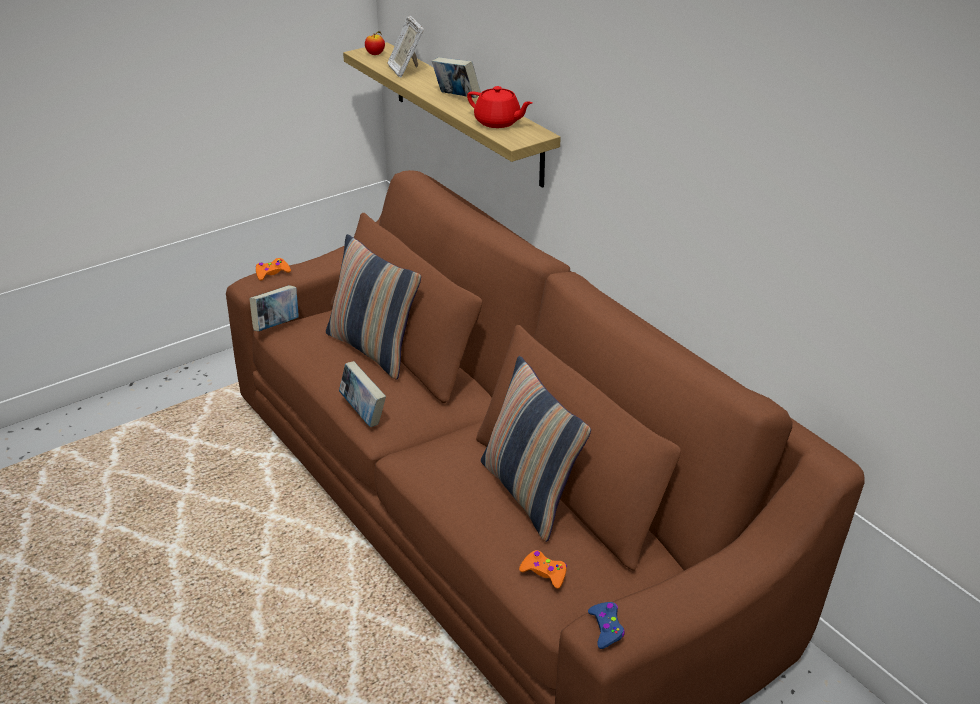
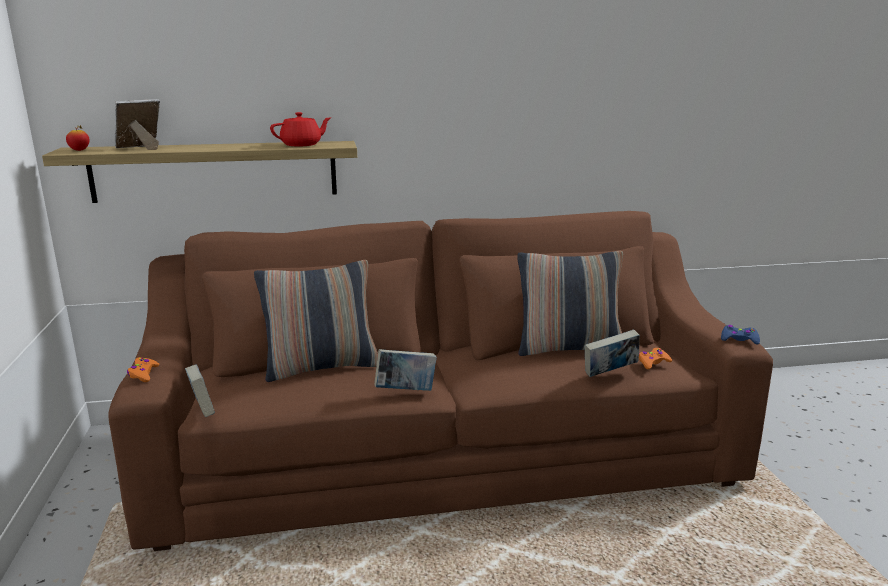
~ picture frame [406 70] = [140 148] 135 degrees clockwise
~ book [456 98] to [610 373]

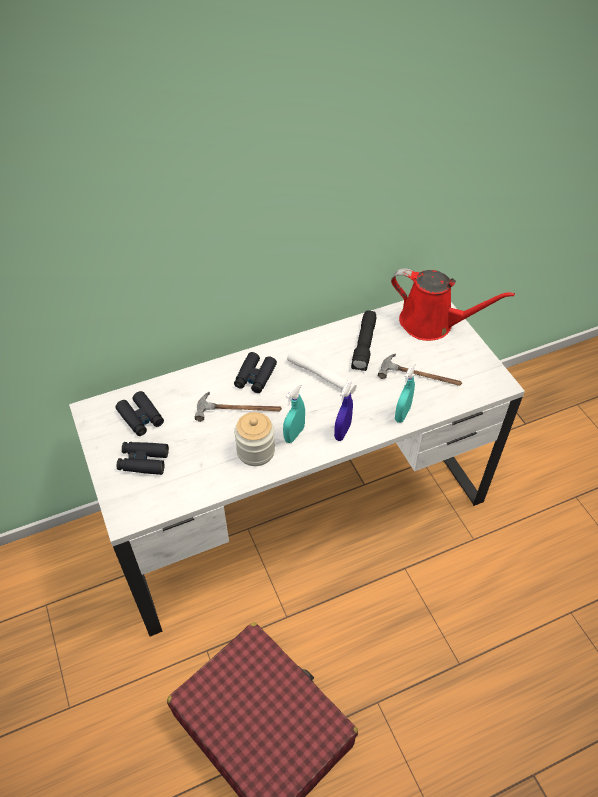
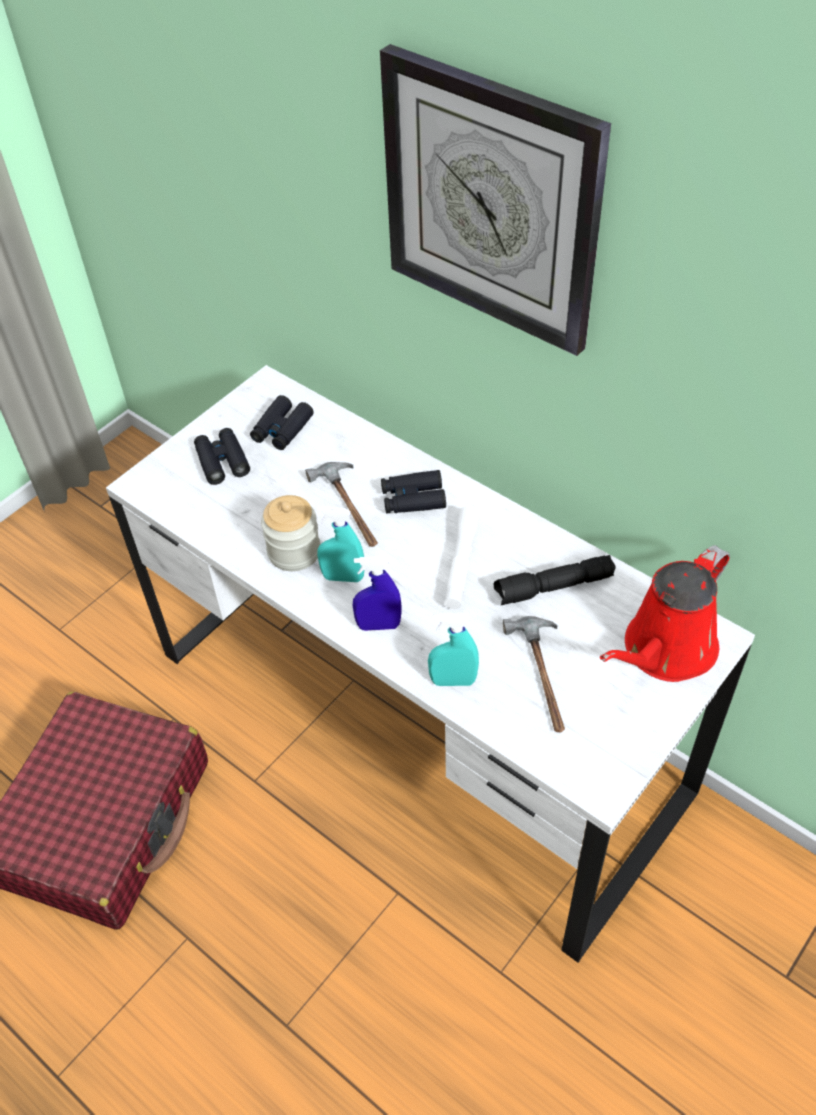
~ watering can (red-coloured) [431 323] = [664 651] 45 degrees clockwise
+ wall clock [491 202]

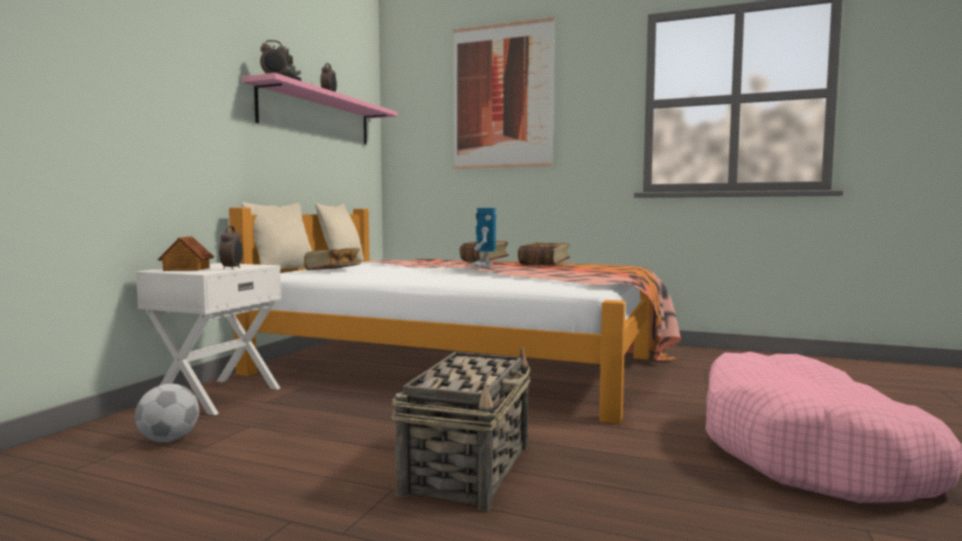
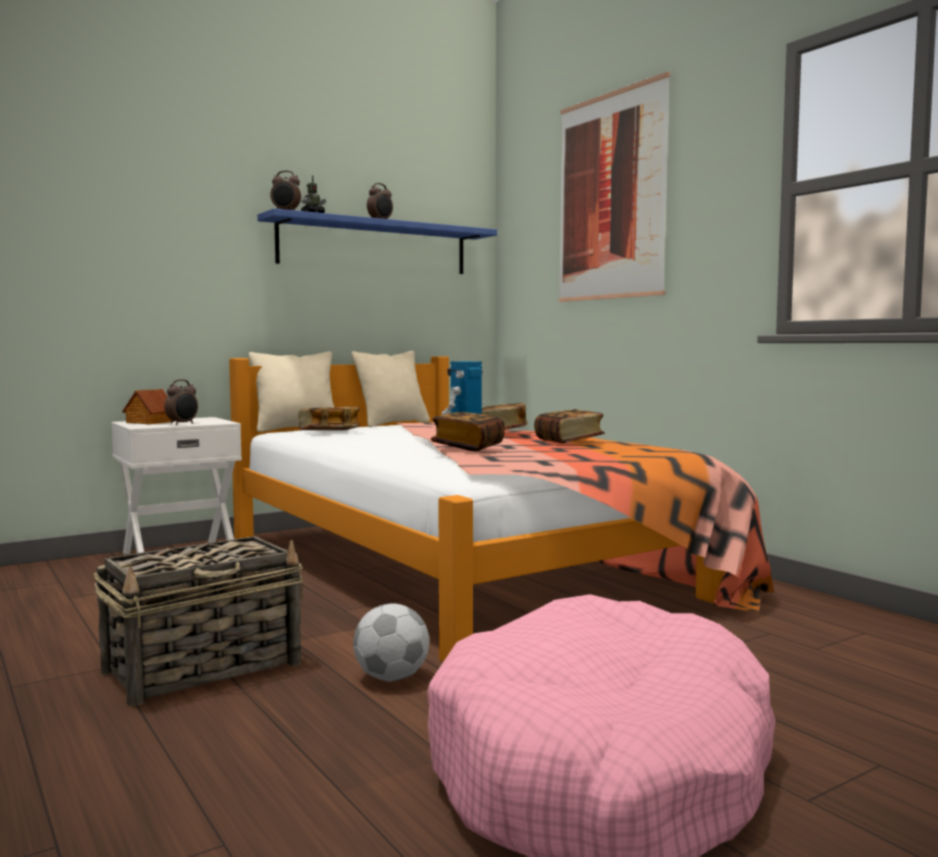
~ shelf (pinkish) [317 116] to shelf (blue) [375 247]
~ football [169 439] to [392 677]
+ book [468 447]

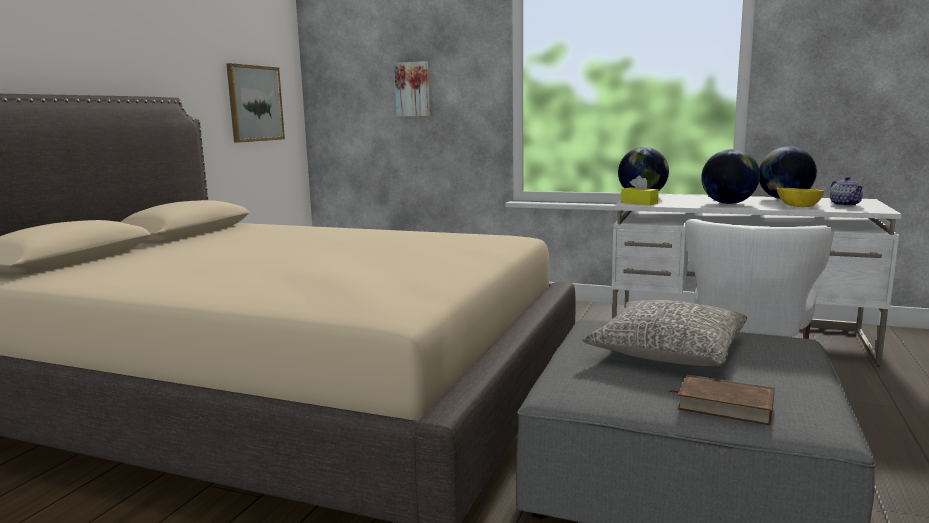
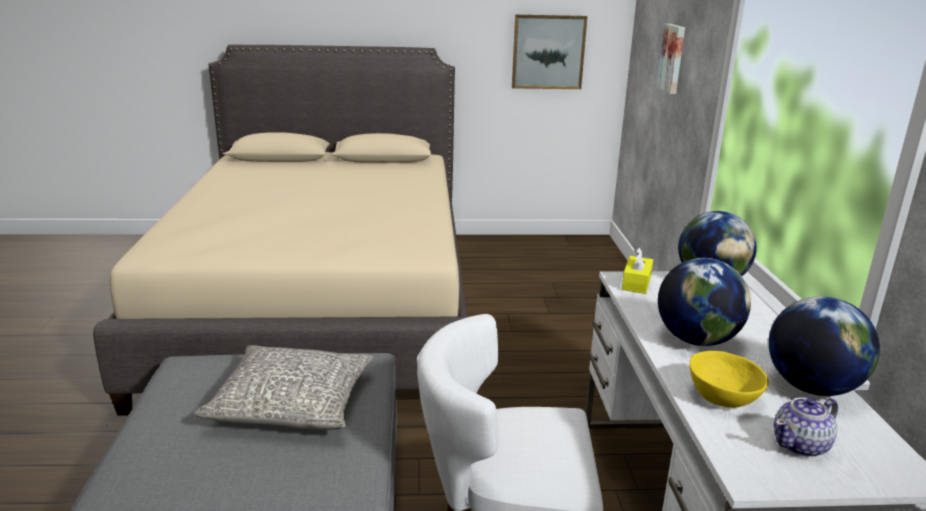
- book (brown-coloured) [725 405]

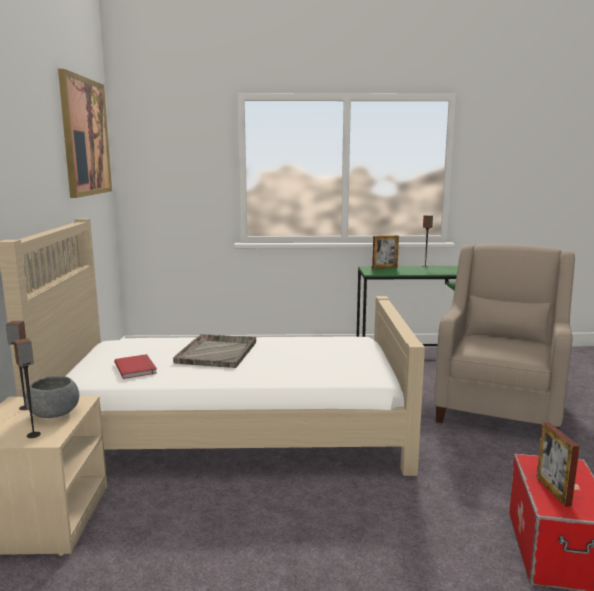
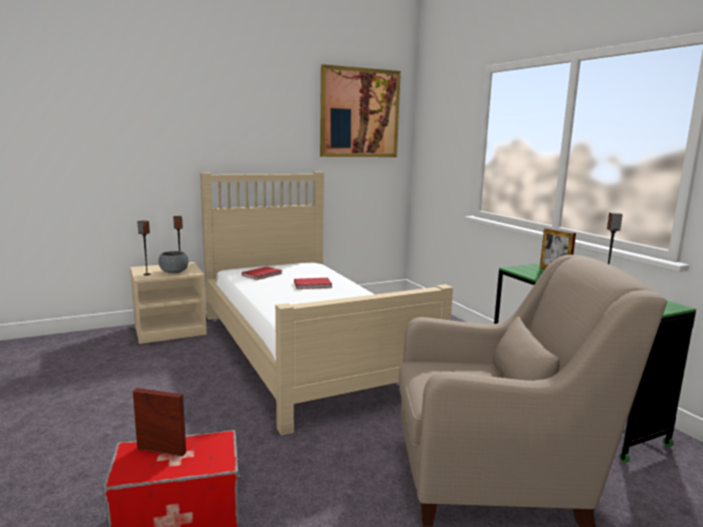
~ carrying tray (grey) [217 352] to book (red-coloured) [313 285]
~ picture frame [553 491] = [161 450] 45 degrees clockwise

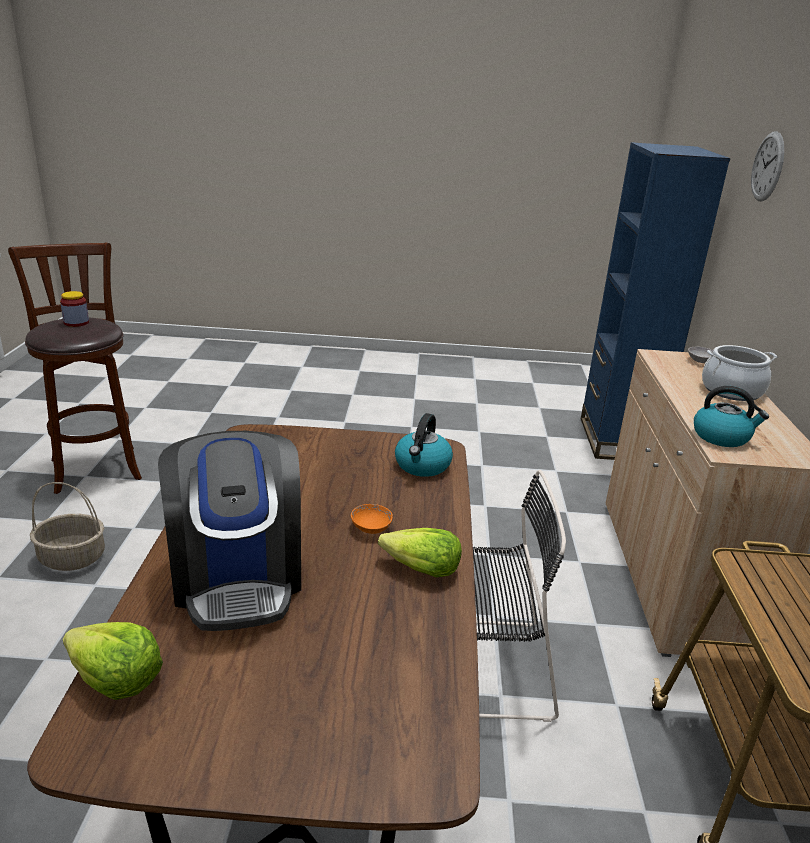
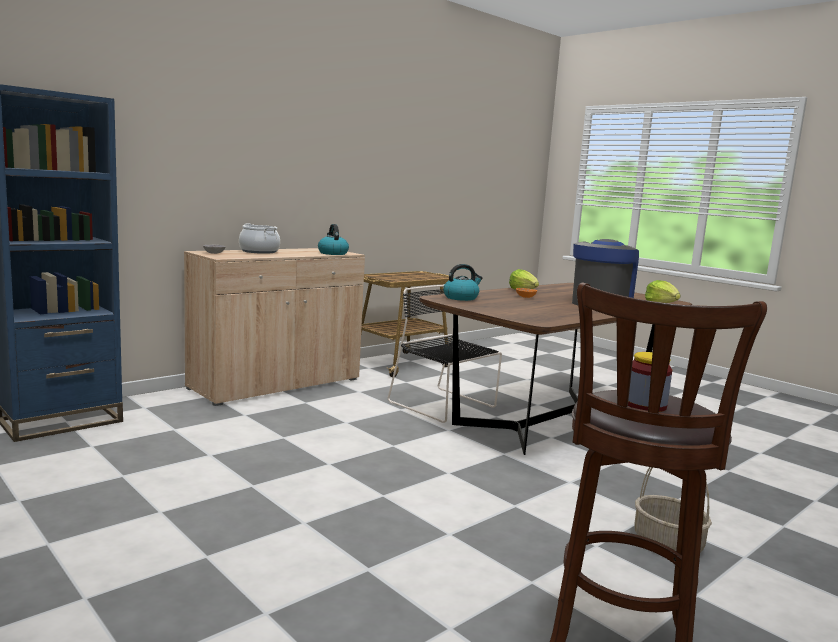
- wall clock [767 166]

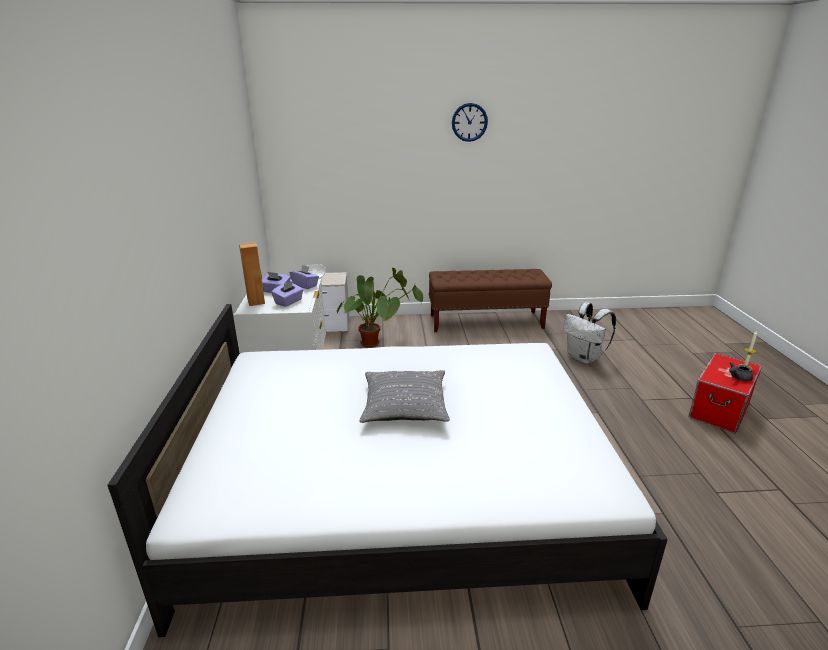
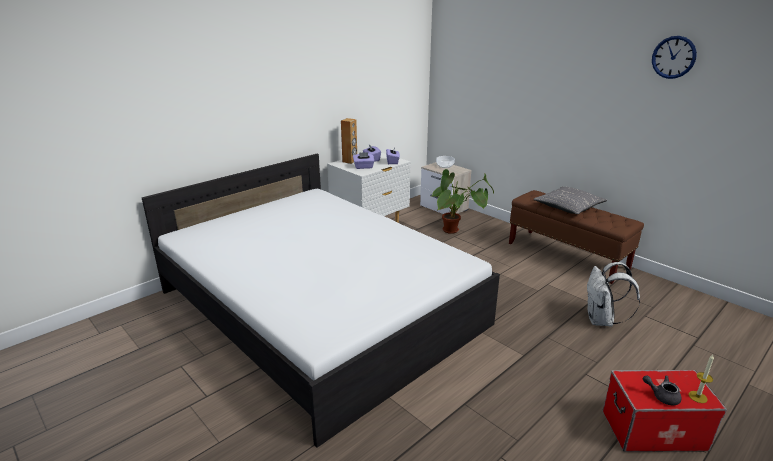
~ wall clock [469 122] to [673 57]
~ pillow (grey) [404 405] to [568 206]

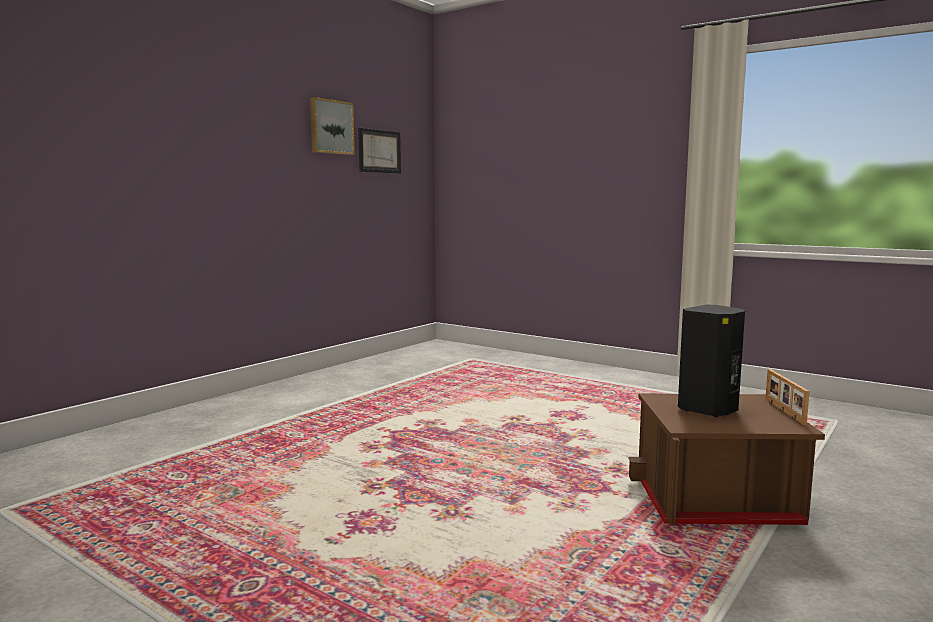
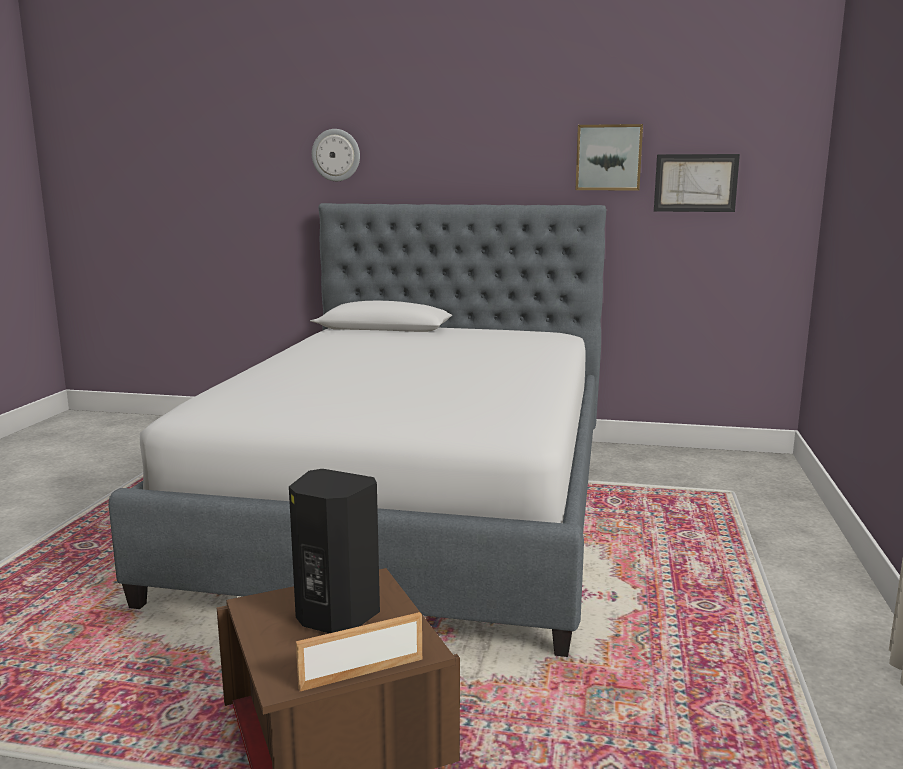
+ wall clock [336 155]
+ bedroom bed [414 507]

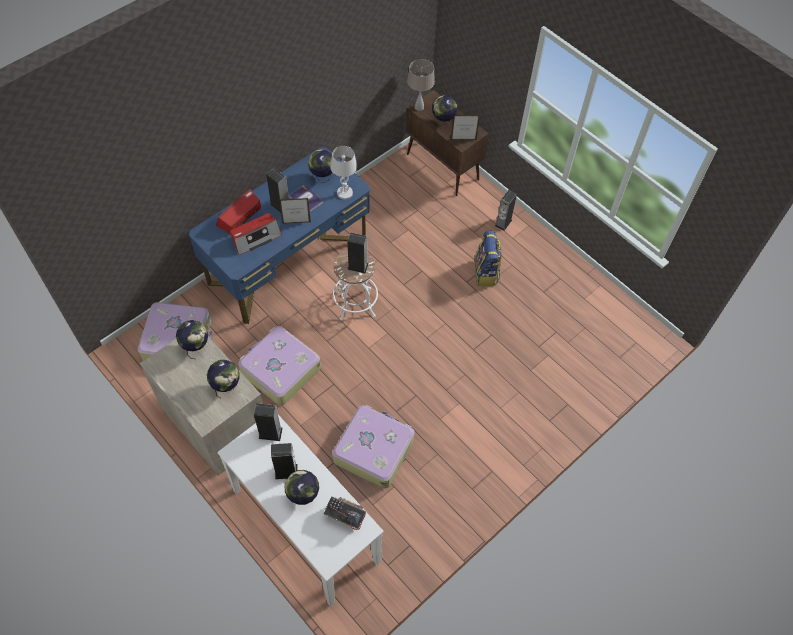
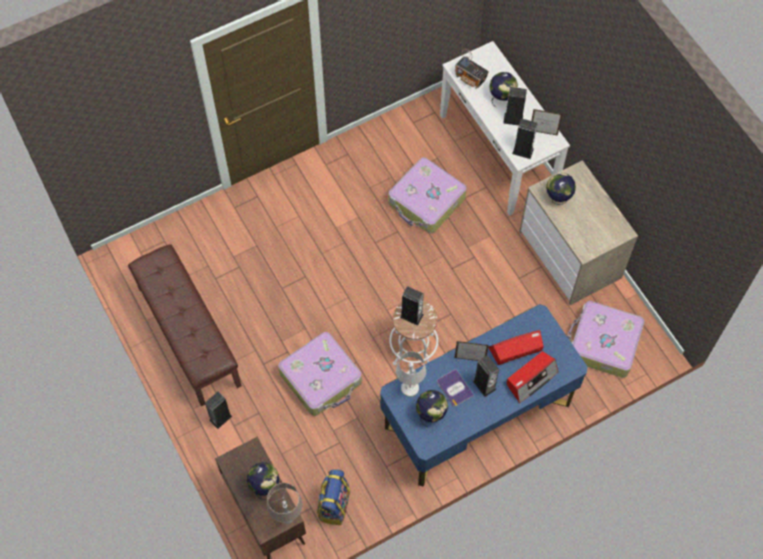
~ picture frame [463 140] to [543 133]
~ rucksack [486 273] to [333 504]
- world globe [196 347]
~ suitcase [279 370] to [321 378]
+ bench (brown-coloured) [188 336]

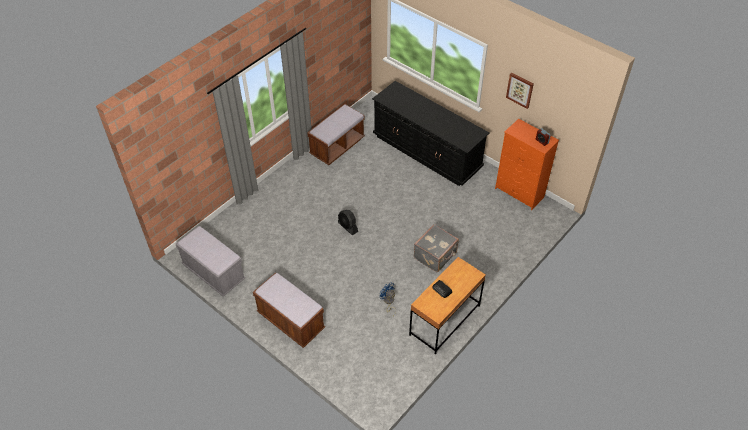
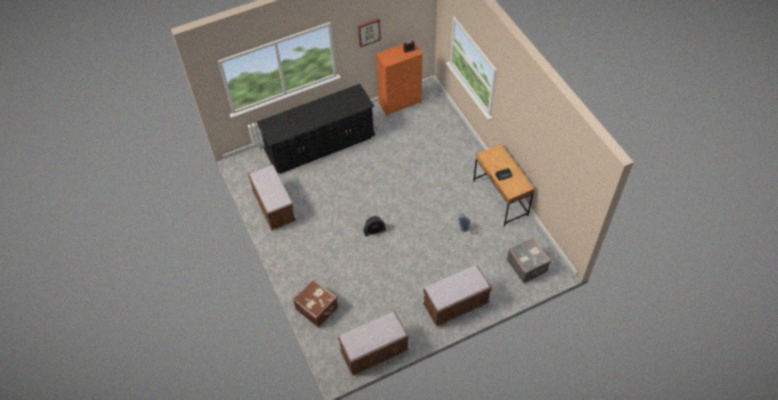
~ suitcase (grey) [436 256] to [527 265]
~ bench (grey) [214 273] to bench (brown-coloured) [374 352]
+ suitcase (brown-coloured) [317 308]

